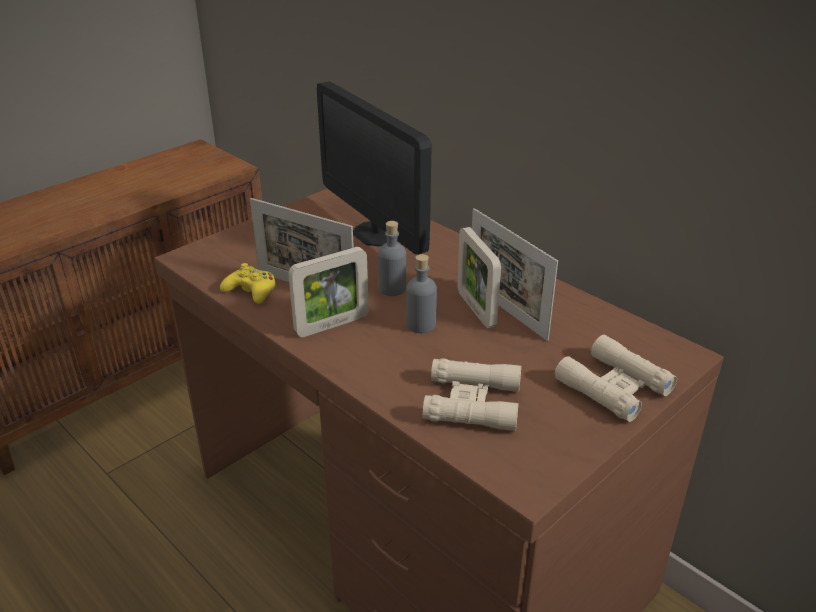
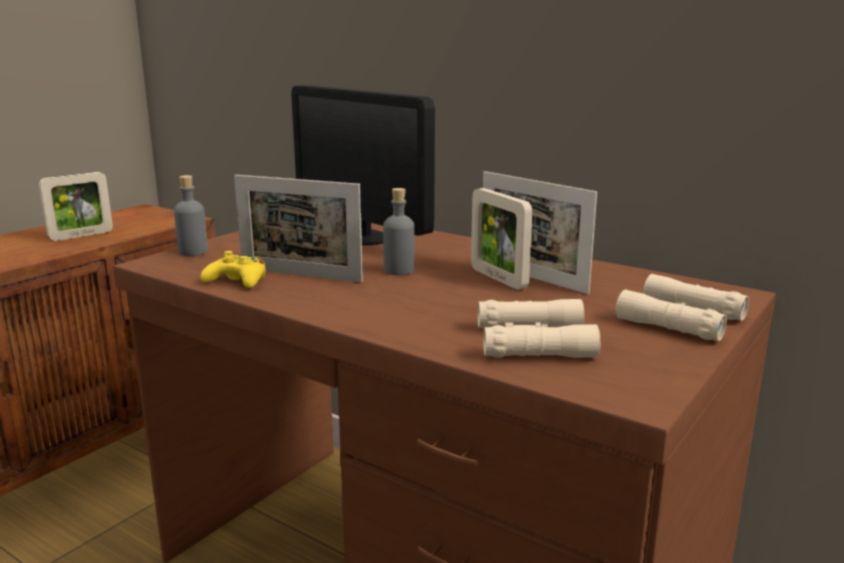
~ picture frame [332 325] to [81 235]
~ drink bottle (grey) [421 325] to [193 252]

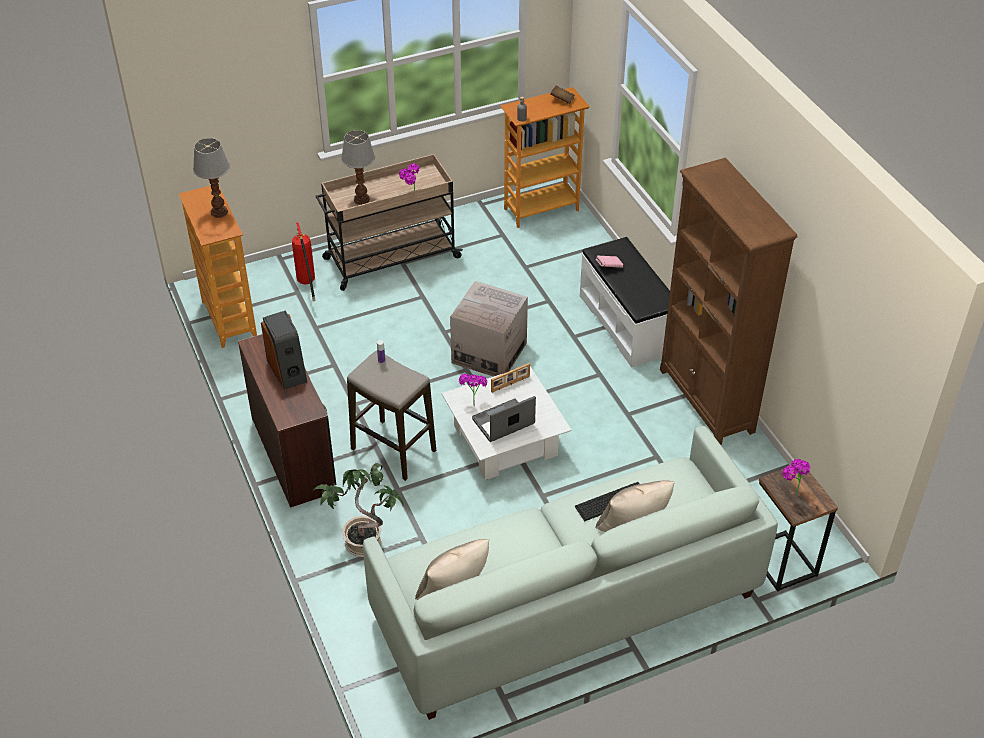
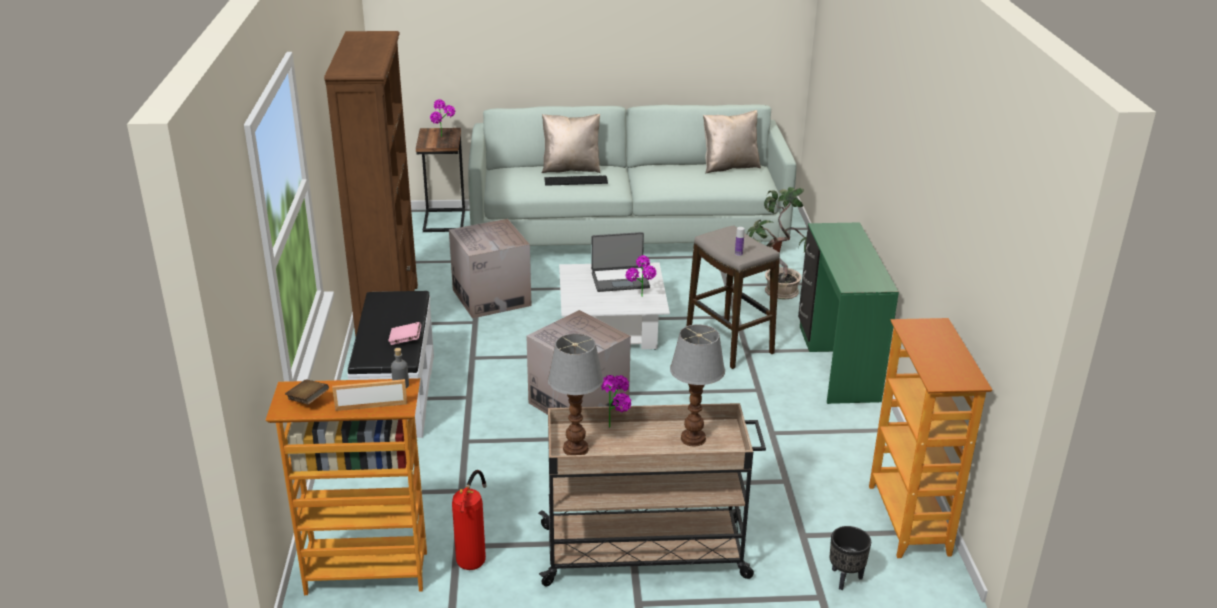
~ table lamp [218 212] to [576 449]
~ extinguisher [307 286] to [474 549]
- loudspeaker [288 370]
~ desk table (brown-coloured) [294 453] to desk table (green-coloured) [835 362]
~ picture frame [510 384] to [371 406]
+ carton [491 298]
+ flower pot (black-coloured) [844 579]

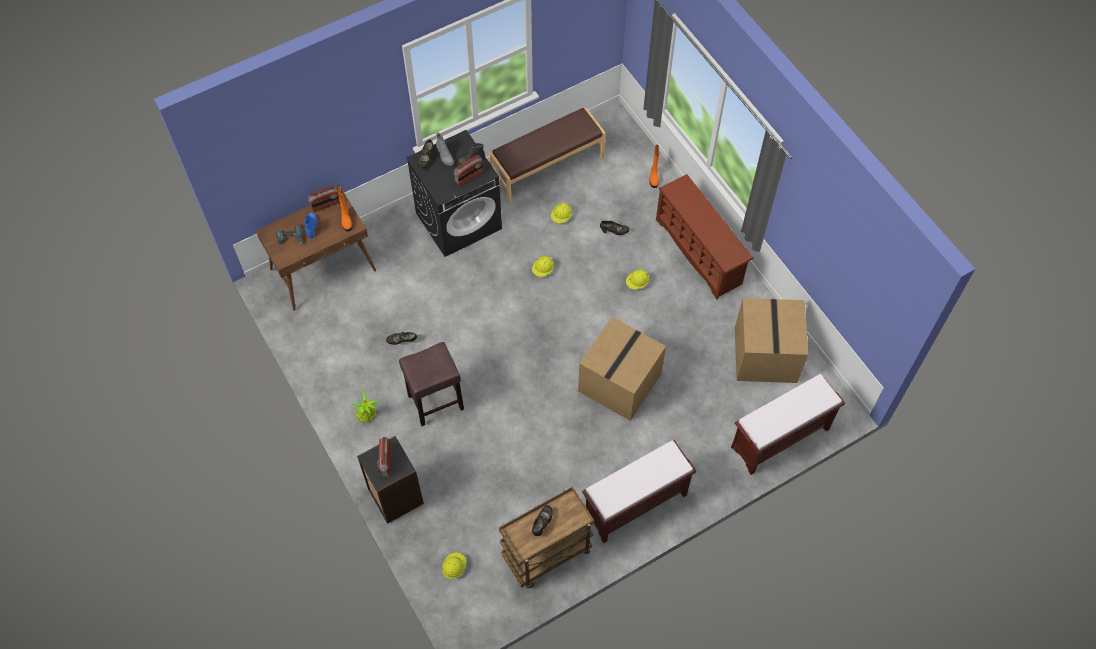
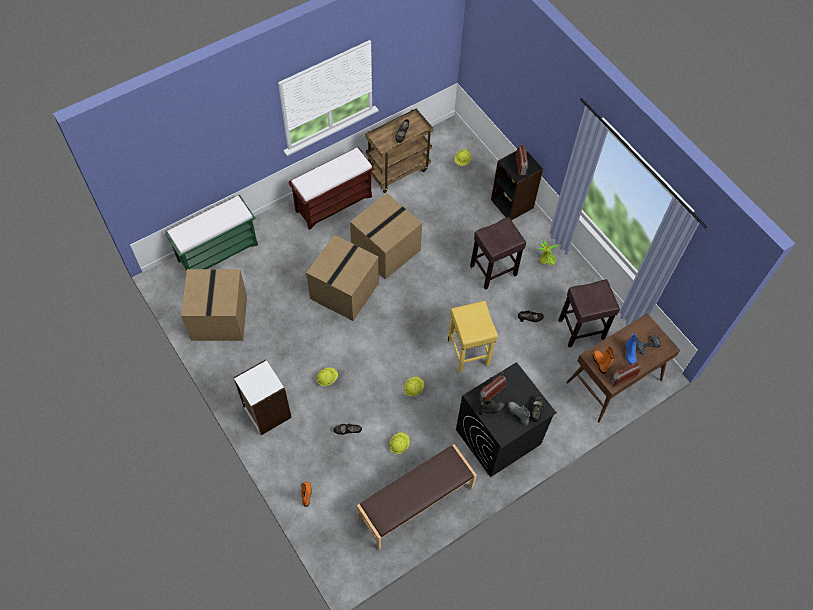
~ shoe stand (brown-coloured) [700 252] to shelving unit (white) [267 412]
~ bench (brown-coloured) [779 439] to bench (green-coloured) [218 251]
+ carton [386 250]
+ stool (brown-coloured) [582 329]
+ stool (yellowish) [469 353]

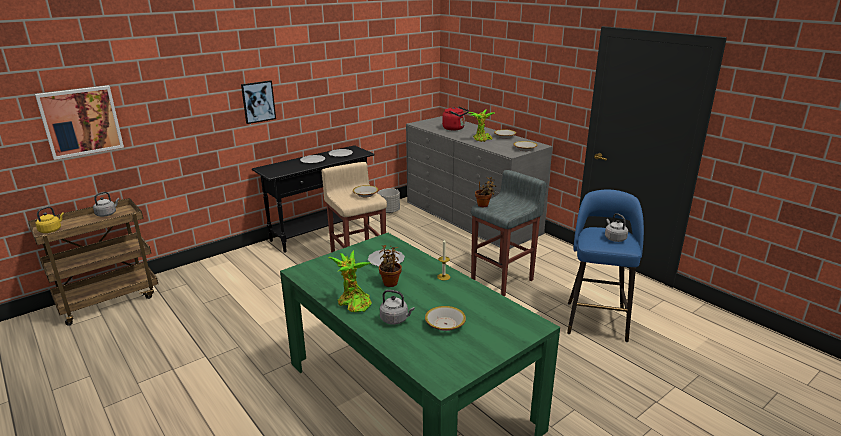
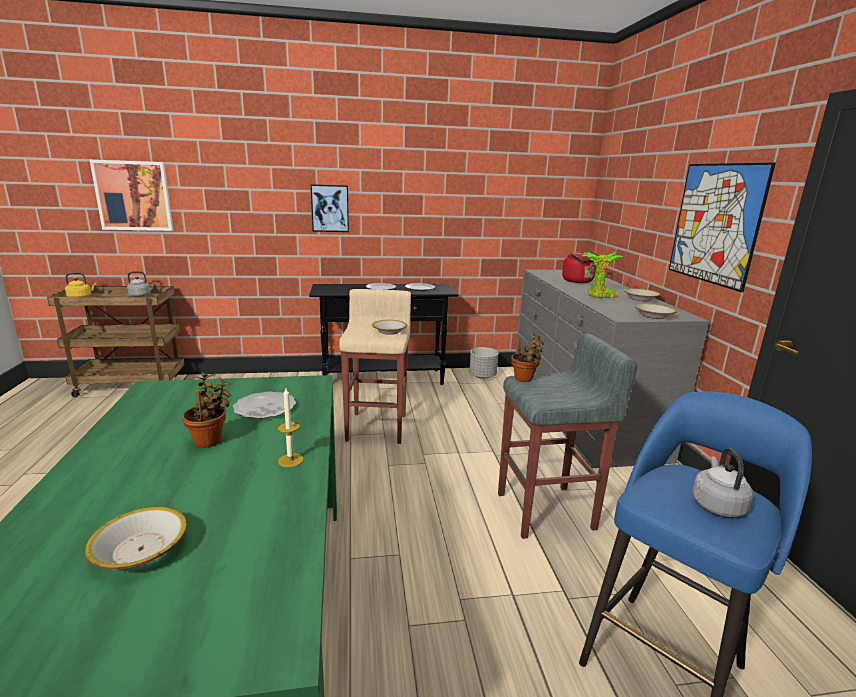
- plant in a pot [353 303]
- kettle (grey) [395 319]
+ wall picture [715 223]

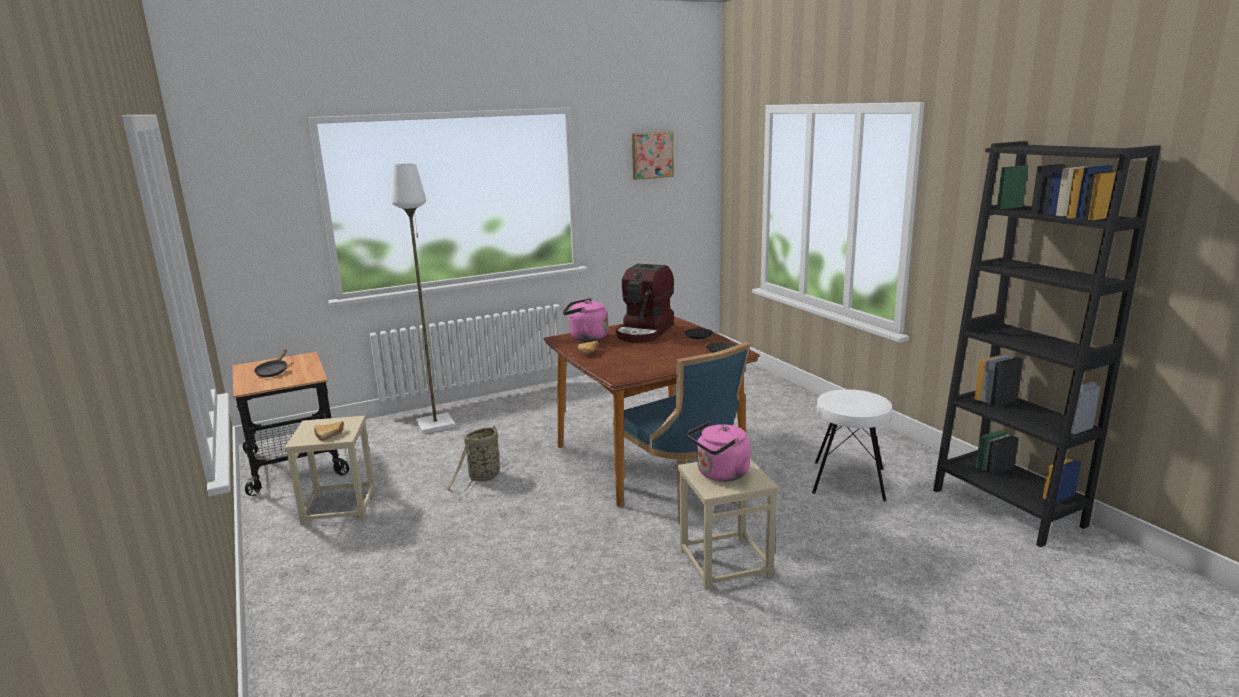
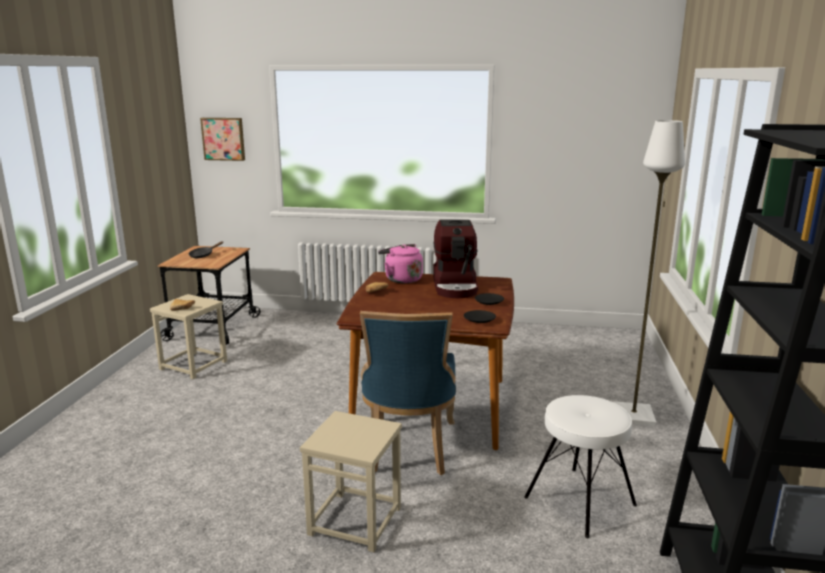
~ wall picture [651 155] to [224 139]
~ standard lamp (white) [436 424] to [634 415]
~ coffee brewer [645 331] = [456 286] 60 degrees counterclockwise
- kettle (pinkish) [720 474]
- storage basket [483 478]

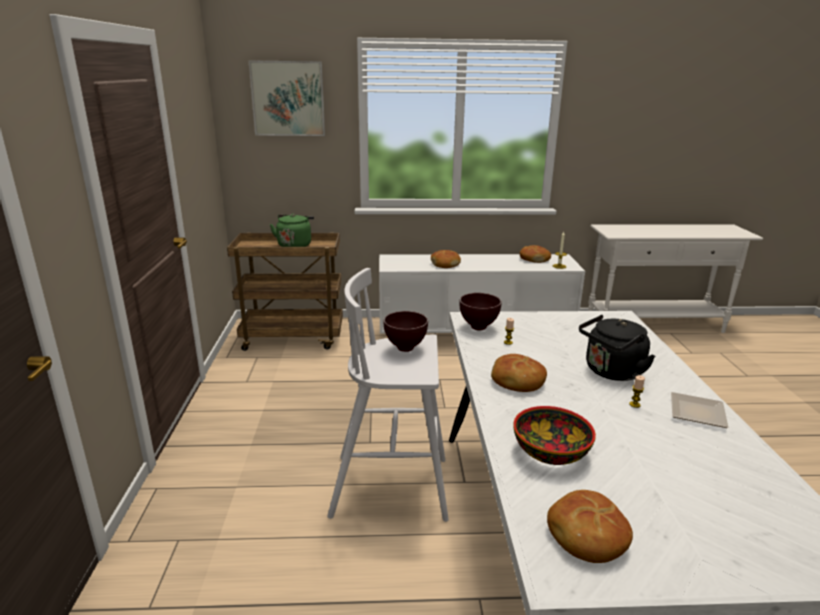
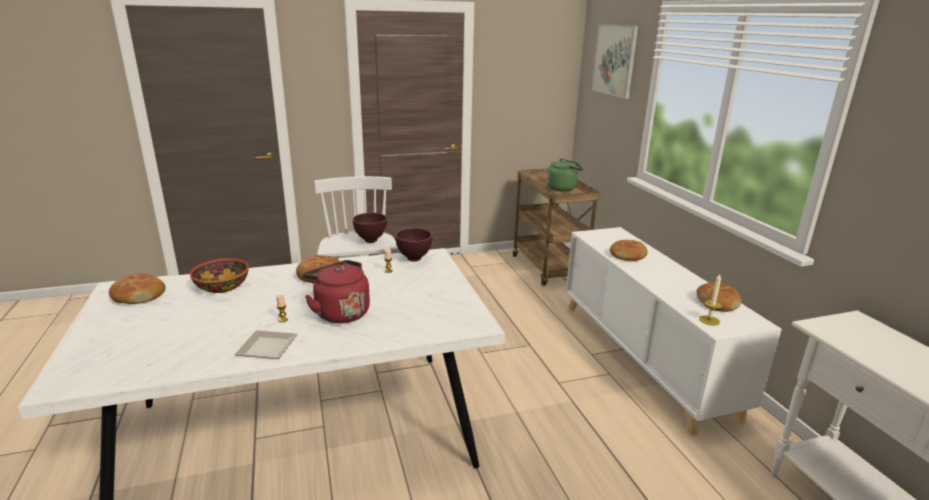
~ kettle (black-coloured) [611 372] to kettle (red-coloured) [340 312]

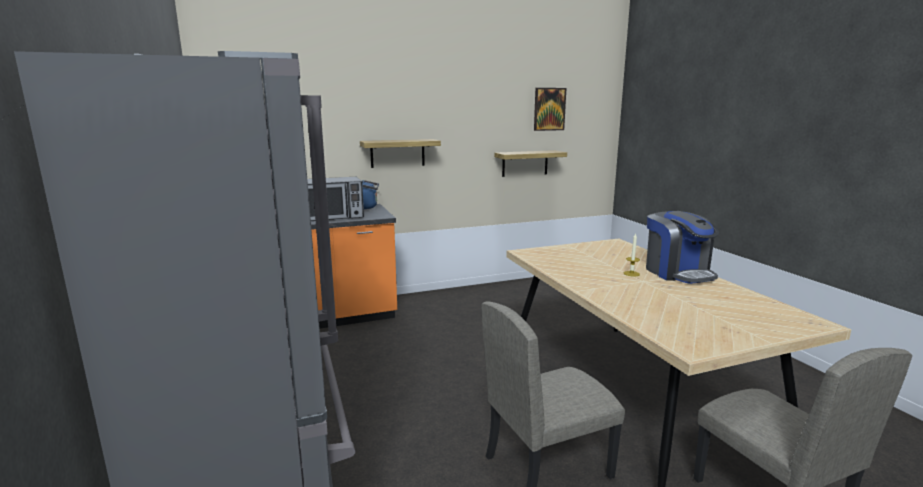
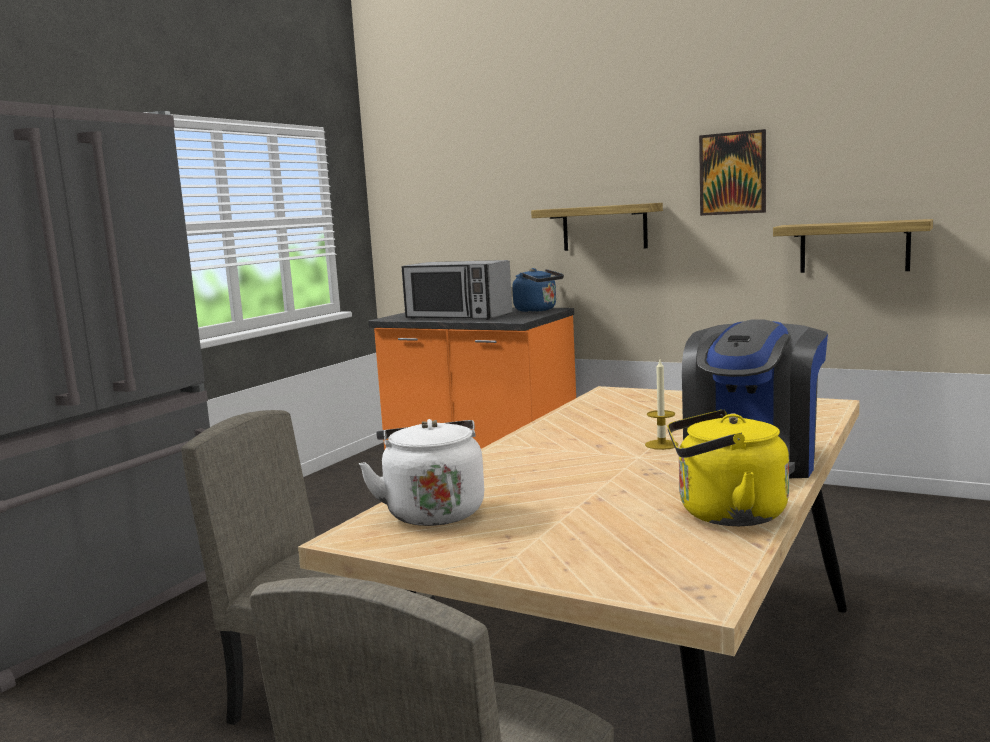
~ wall picture [549 109] to [732 173]
+ kettle (yellowish) [725 515]
+ kettle (white) [432 512]

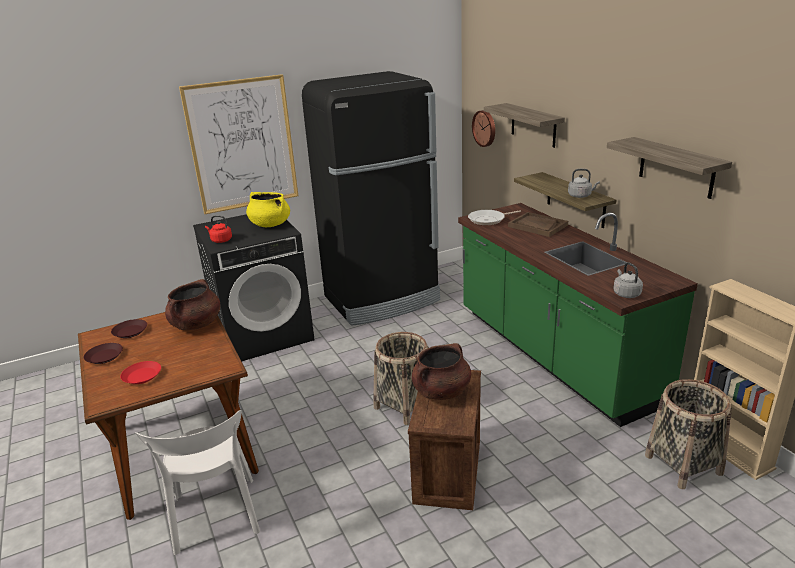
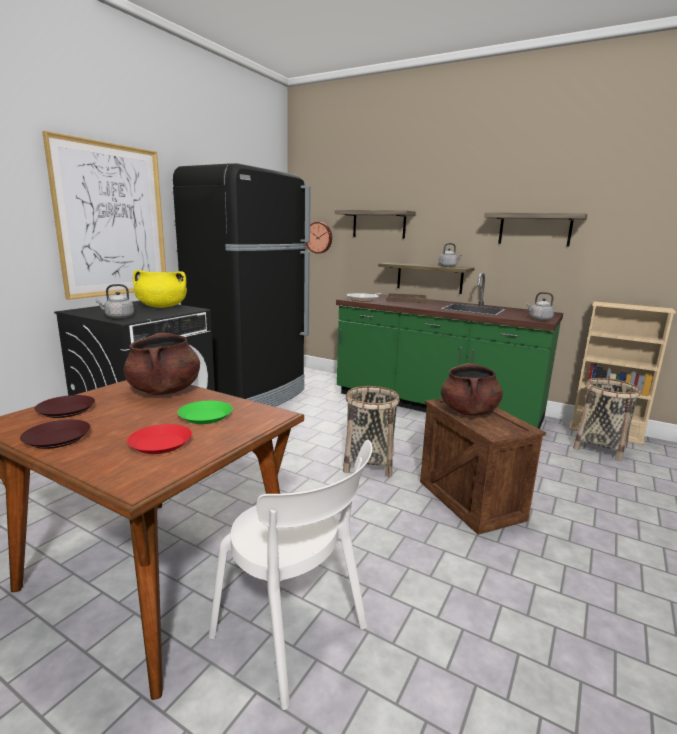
~ kettle (red-coloured) [220 240] to kettle (grey) [118 317]
+ dinner plate (green-coloured) [205 416]

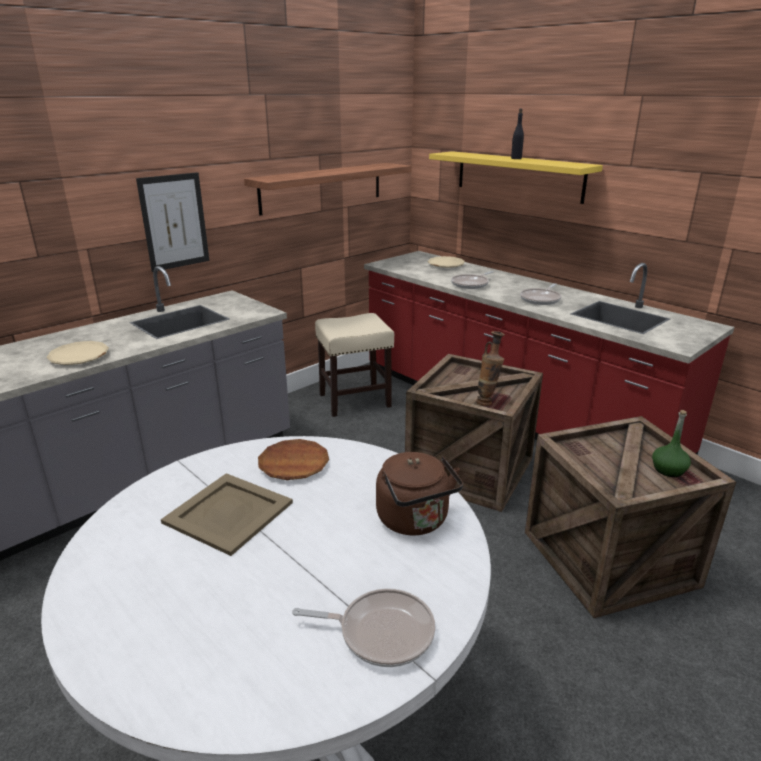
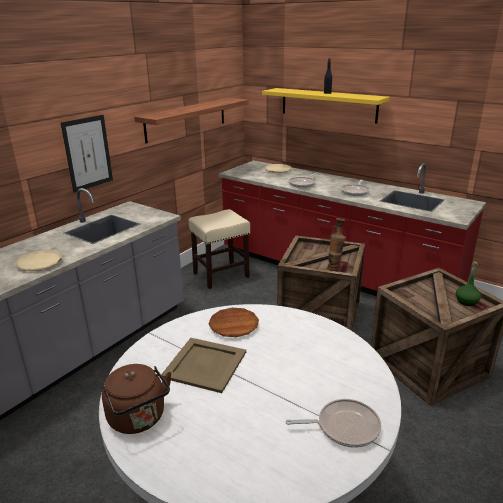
~ kettle (brown-coloured) [415 521] to [139 419]

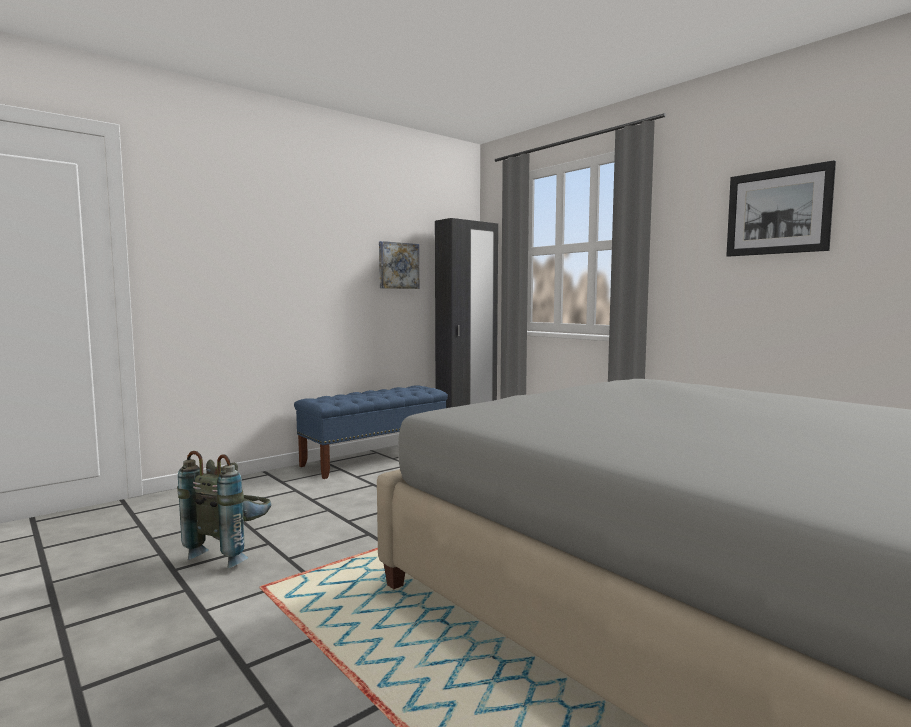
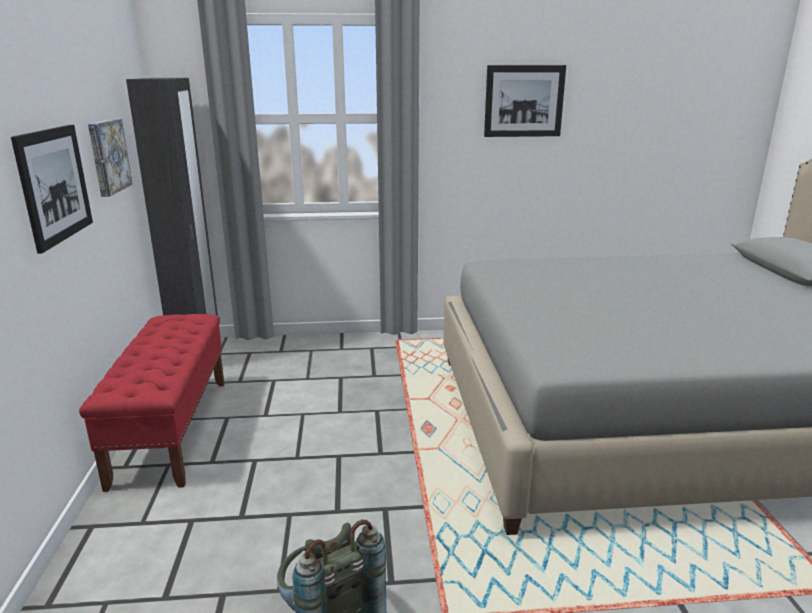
~ bench (blue) [375 459] to bench (red-coloured) [172 429]
+ wall picture [54 185]

